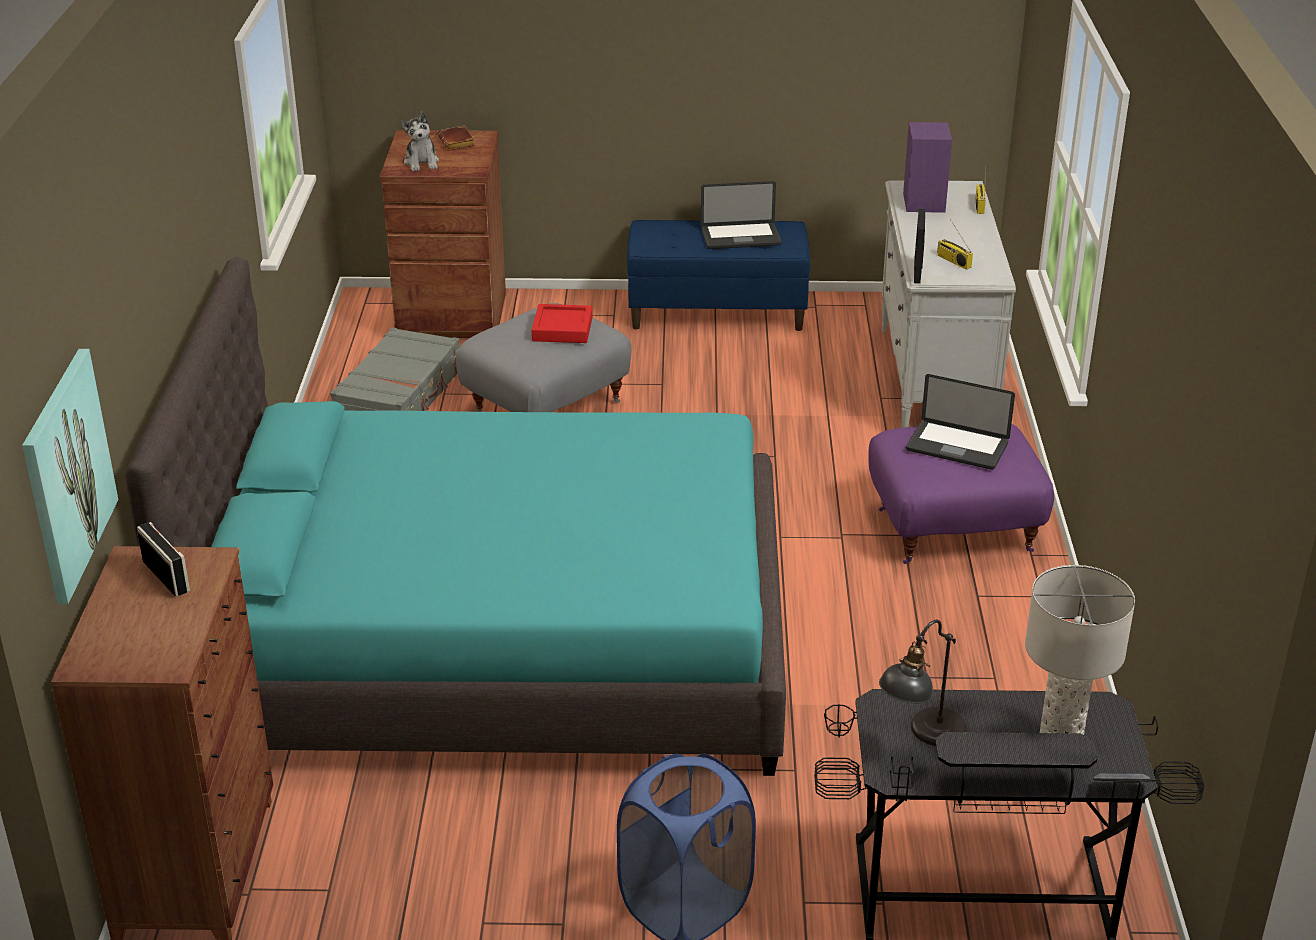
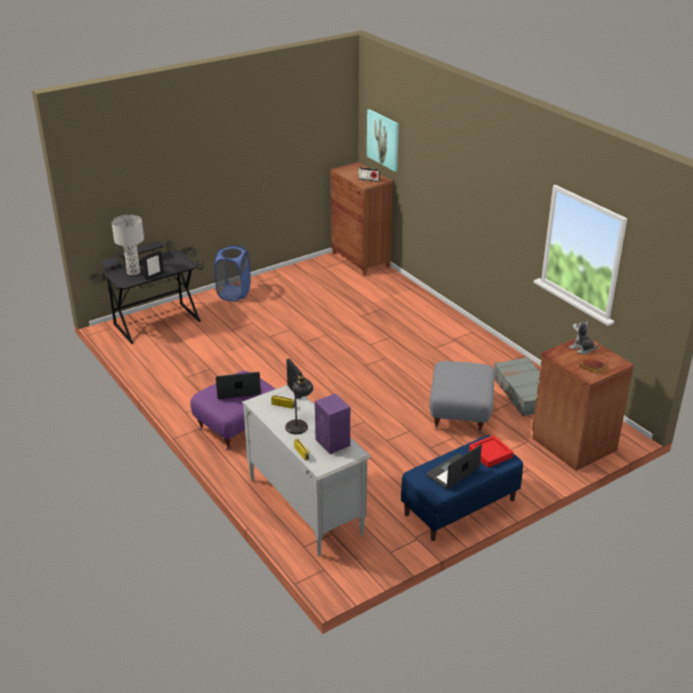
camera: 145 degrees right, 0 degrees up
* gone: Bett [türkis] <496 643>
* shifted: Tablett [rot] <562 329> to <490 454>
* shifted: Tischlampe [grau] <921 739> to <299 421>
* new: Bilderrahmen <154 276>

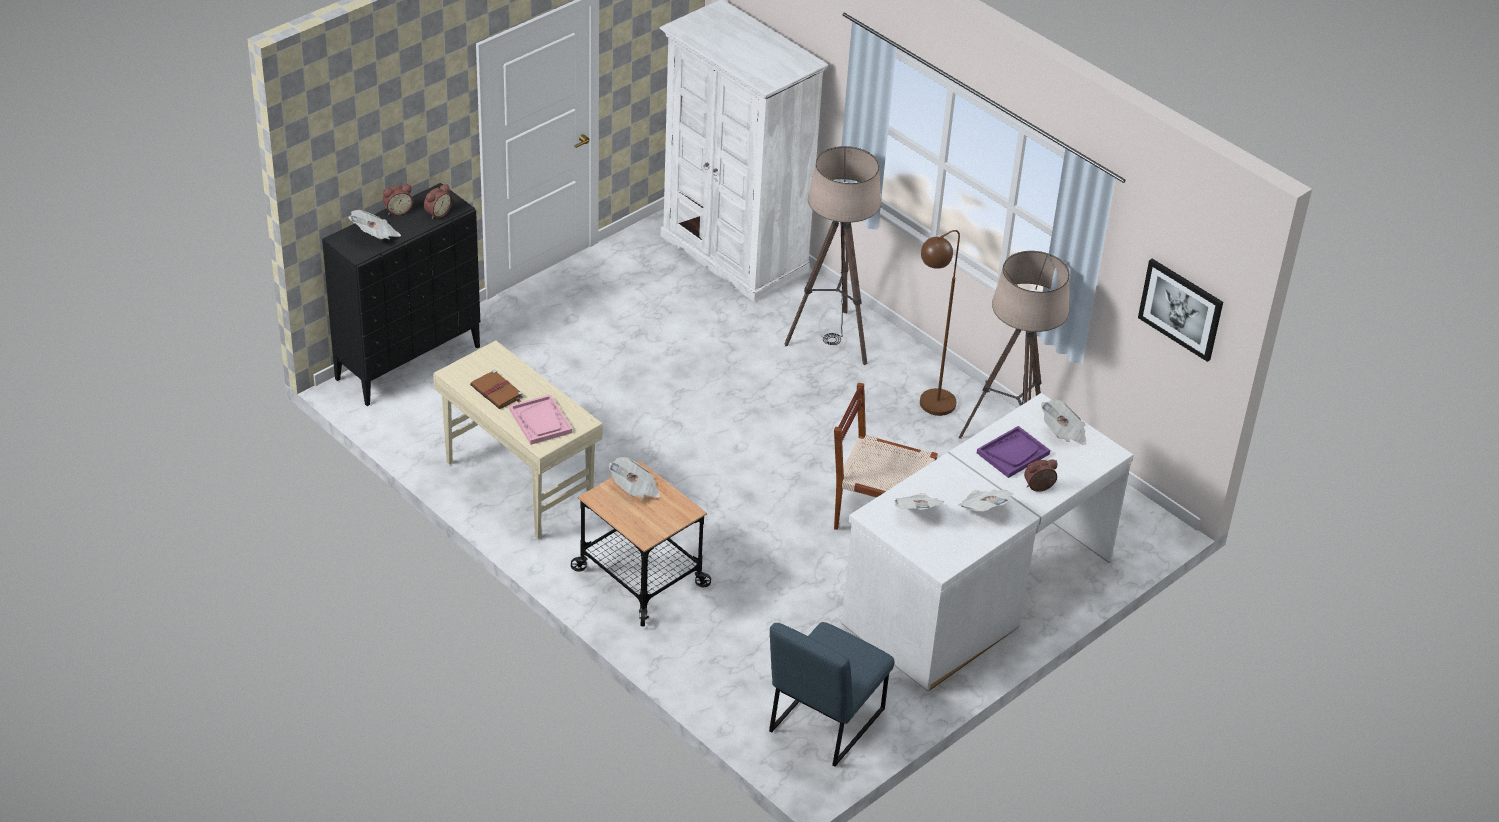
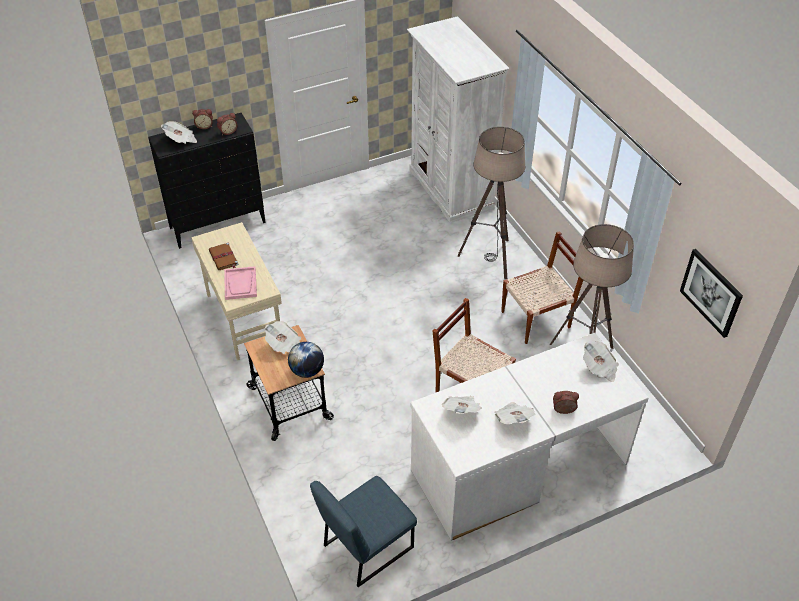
camera: 20 degrees right, 5 degrees up
* swapped: Stehlampe [braun] <929 409> to Stuhl <537 319>
* gone: Tablett [lila] <1013 453>
* new: Globus <307 371>

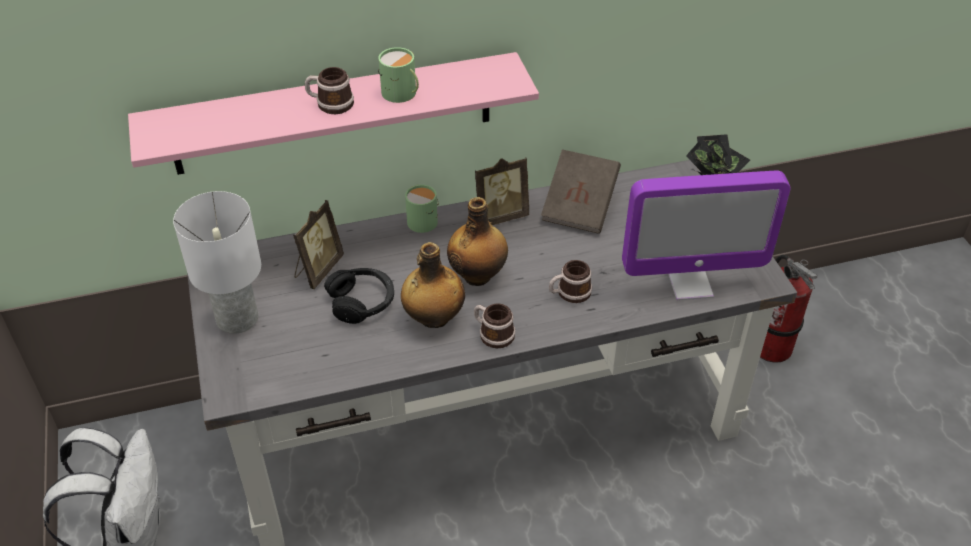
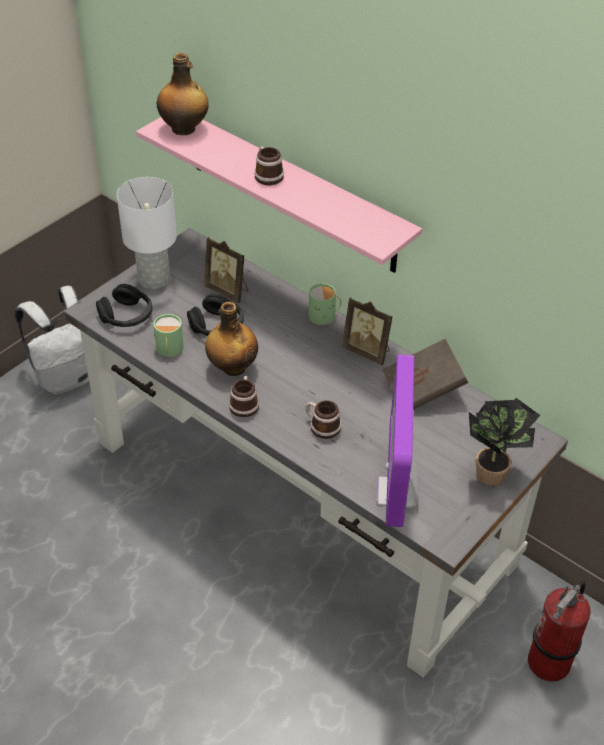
camera: 55 degrees right, 0 degrees up
* rotated: Bilderrahmen <318 269> = <228 291> 45 degrees clockwise
* shifted: Henkelbecher [grün] <401 94> to <169 349>
* shifted: Flasche <478 275> to <184 129>
* rotated: Monitor <689 284> = <397 493> 45 degrees clockwise
* new: Kopfhörer [schwarz] <127 316>

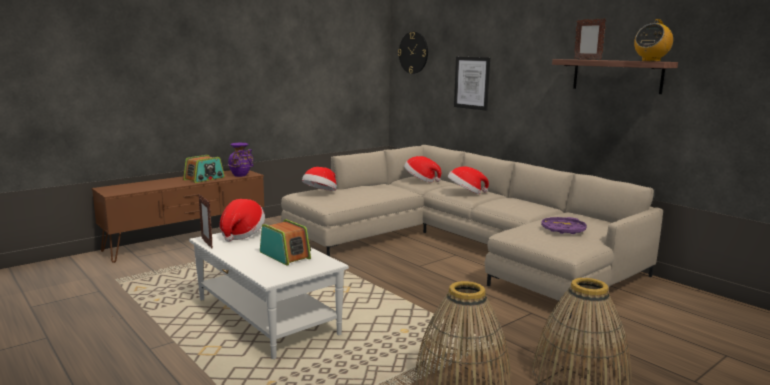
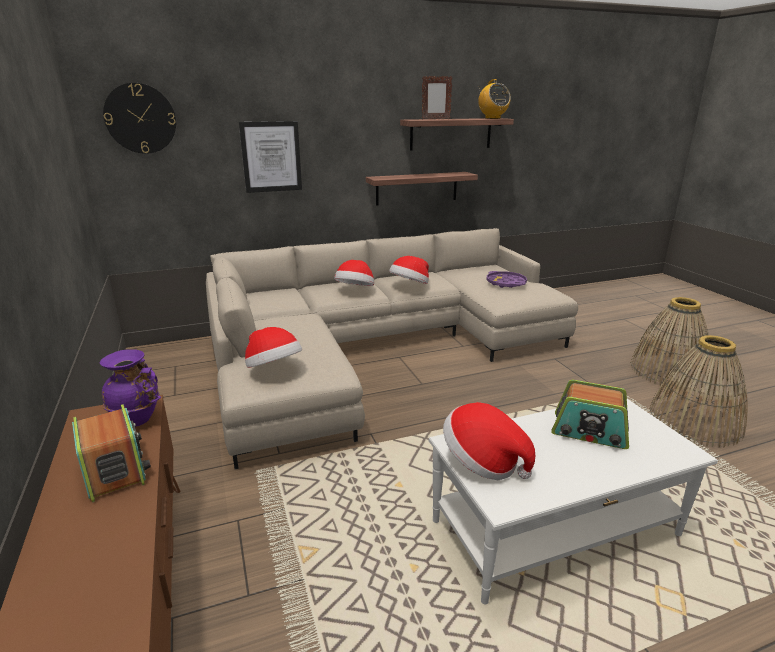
camera: 70 degrees left, 10 degrees up
* gone: Bilderrahmen <207 243>
* rotated: Radio <285 255> = <589 431> 135 degrees counterclockwise
* shifted: Hut <420 180> to <410 286>
* new: Wandregal <417 188>

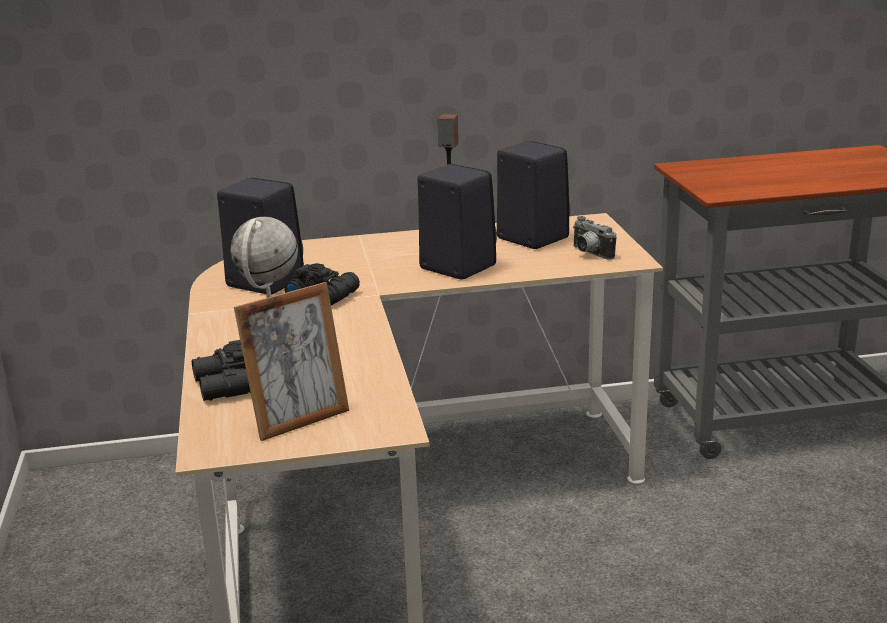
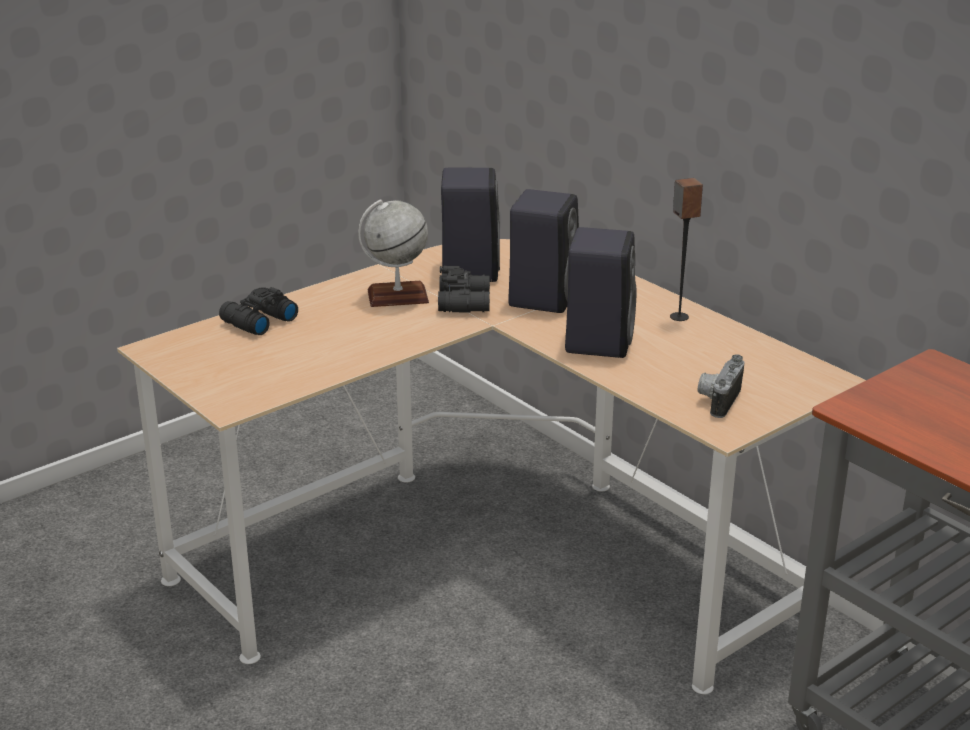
camera: 60 degrees right, 5 degrees up
* gone: Bilderrahmen <299 420>
* shifted: Lautsprecher [schwarz] <530 238> to <543 297>

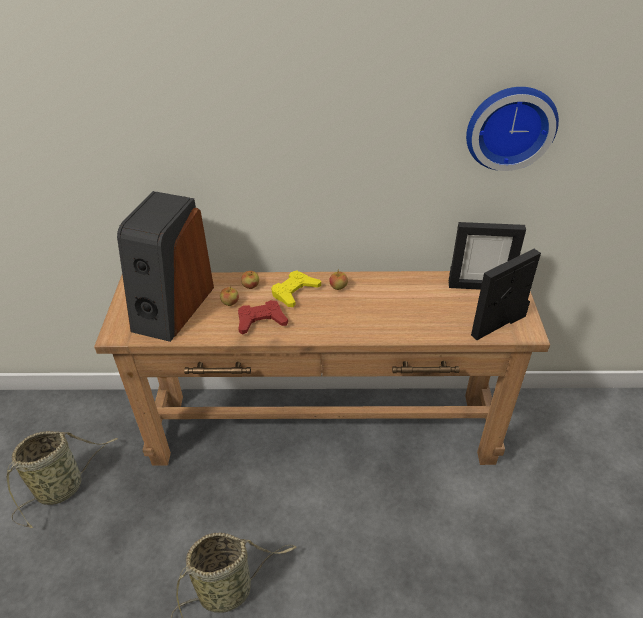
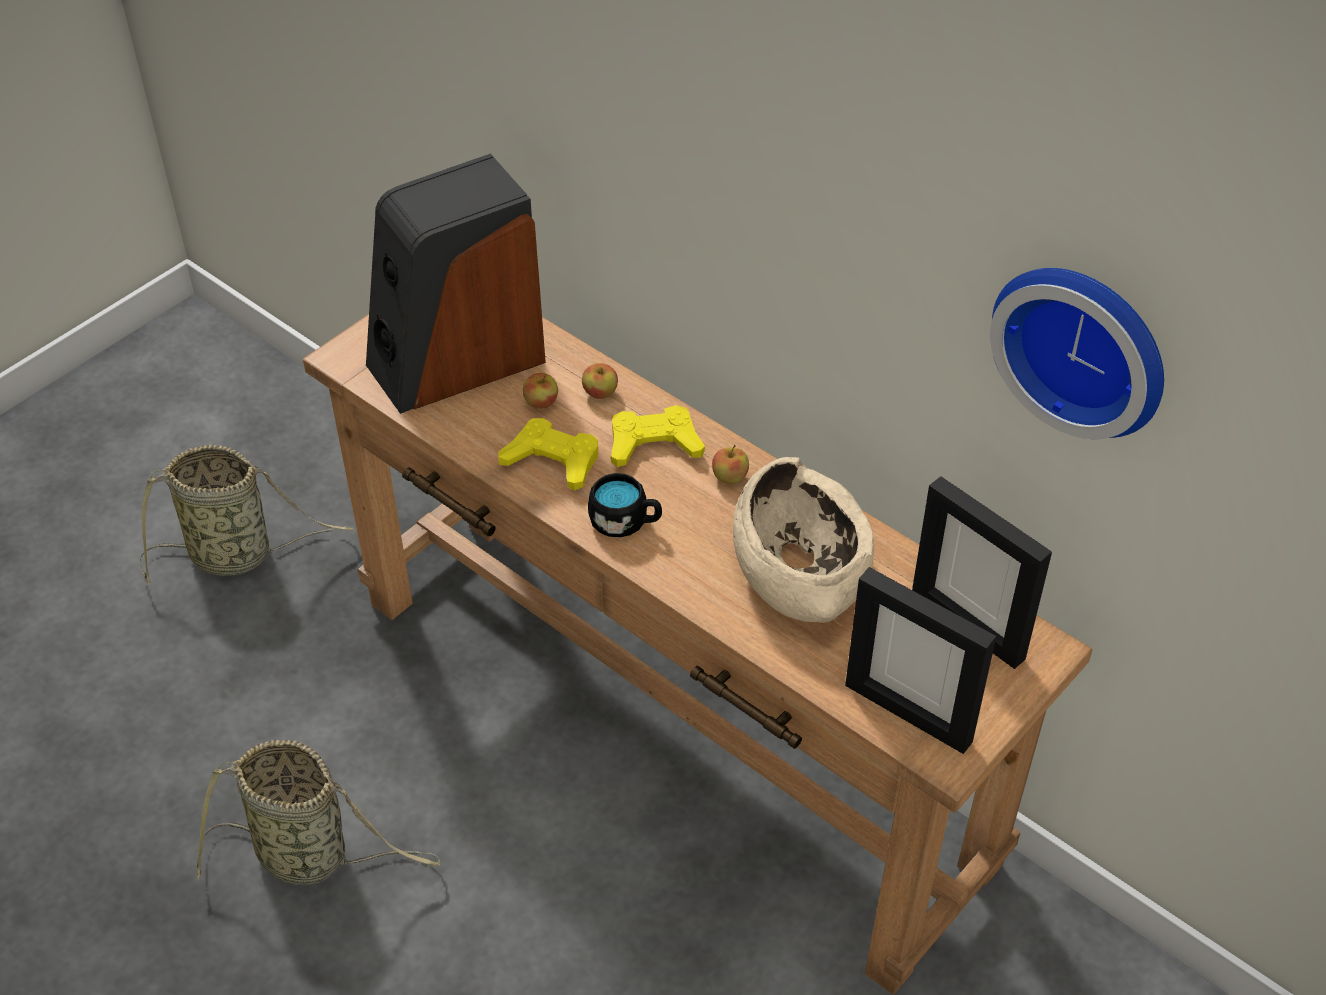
camera: 40 degrees right, 5 degrees up
* repainted: Gamepad [rot] <261 321> to Gamepad [gelb] <552 460>
* rotated: Bilderrahmen <498 325> = <909 711> 150 degrees counterclockwise
* new: Henkelbecher [schwarz] <625 522>
* new: Schüssel [beige] <798 569>

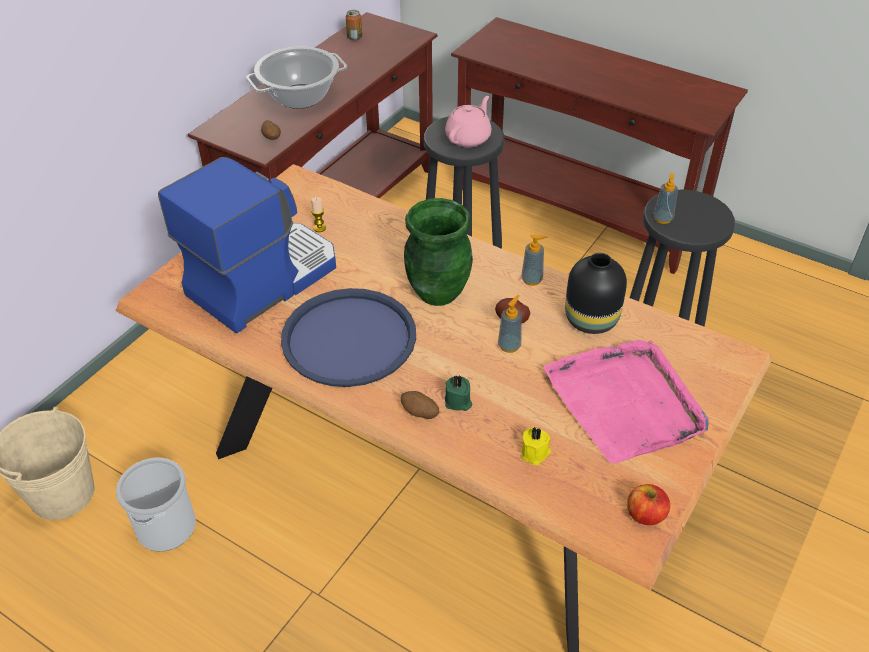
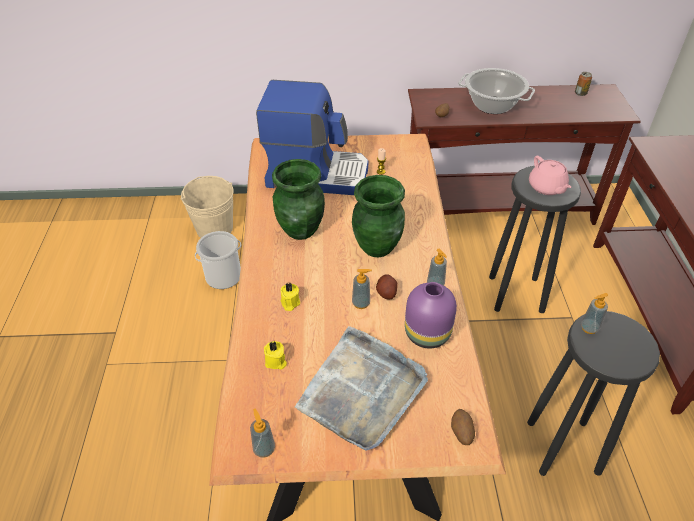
camera: 55 degrees right, 0 degrees up
* swapped: Tablett [blau] <349 338> to Vase [grün] <301 230>
* shifted: Kartoffel <419 413> to <461 433>
* rotated: Teekanne [rosa] <469 138> = <547 187> 75 degrees clockwise
* repainted: Kerze [grün] <458 402> to Kerze [gelb] <289 303>
* repainted: Tablett [rosa] <626 403> to Tablett [grau] <362 391>
* repainted: Vase [schwarz] <592 320> to Vase [lila] <427 335>
* swapped: Apfel <645 514> to Seifenspender <264 449>

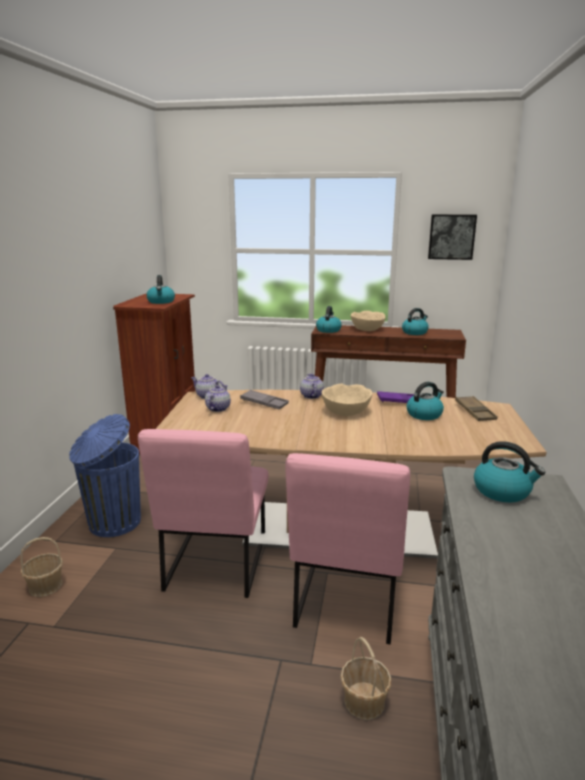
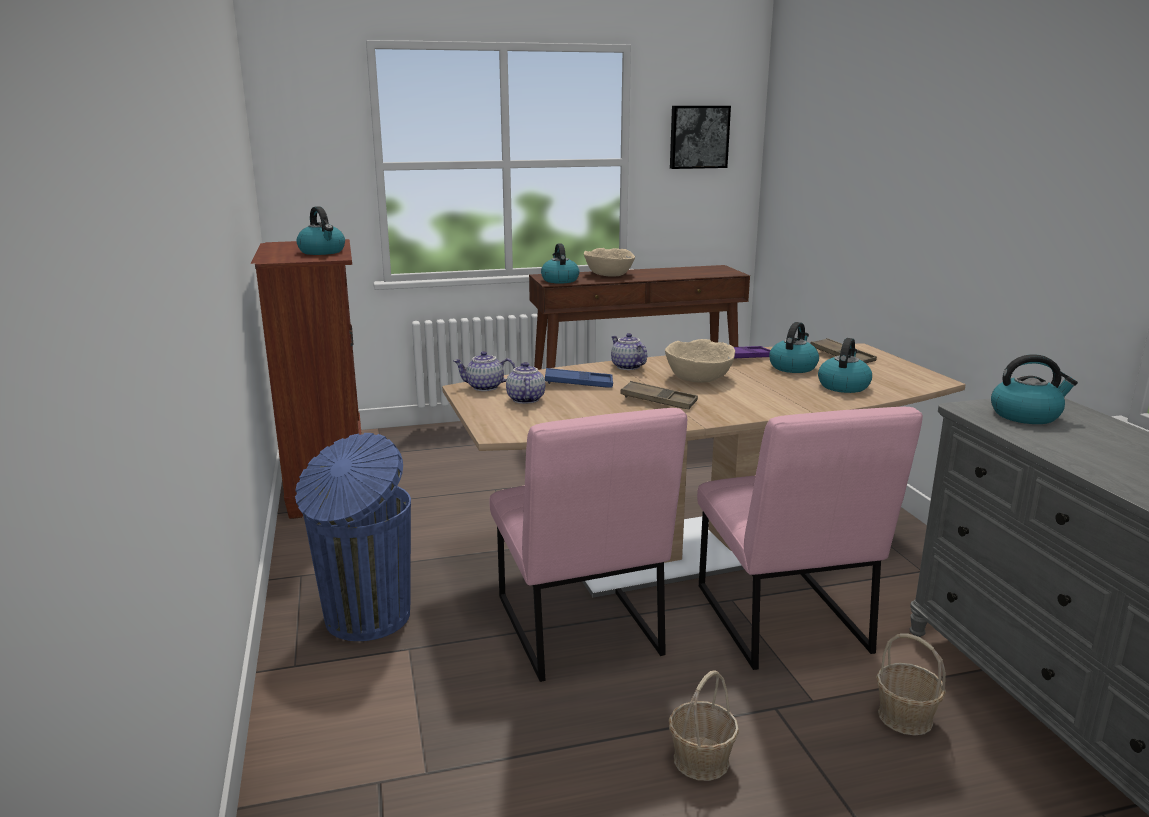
camera: 25 degrees left, 0 degrees up
* shifted: Korb <45 586> to <700 760>
* repainted: Tablett [grau] <264 403> to Tablett [blau] <578 383>
* shifted: Wasserkessel <415 332> to <843 386>
* new: Tablett [braun] <658 401>

